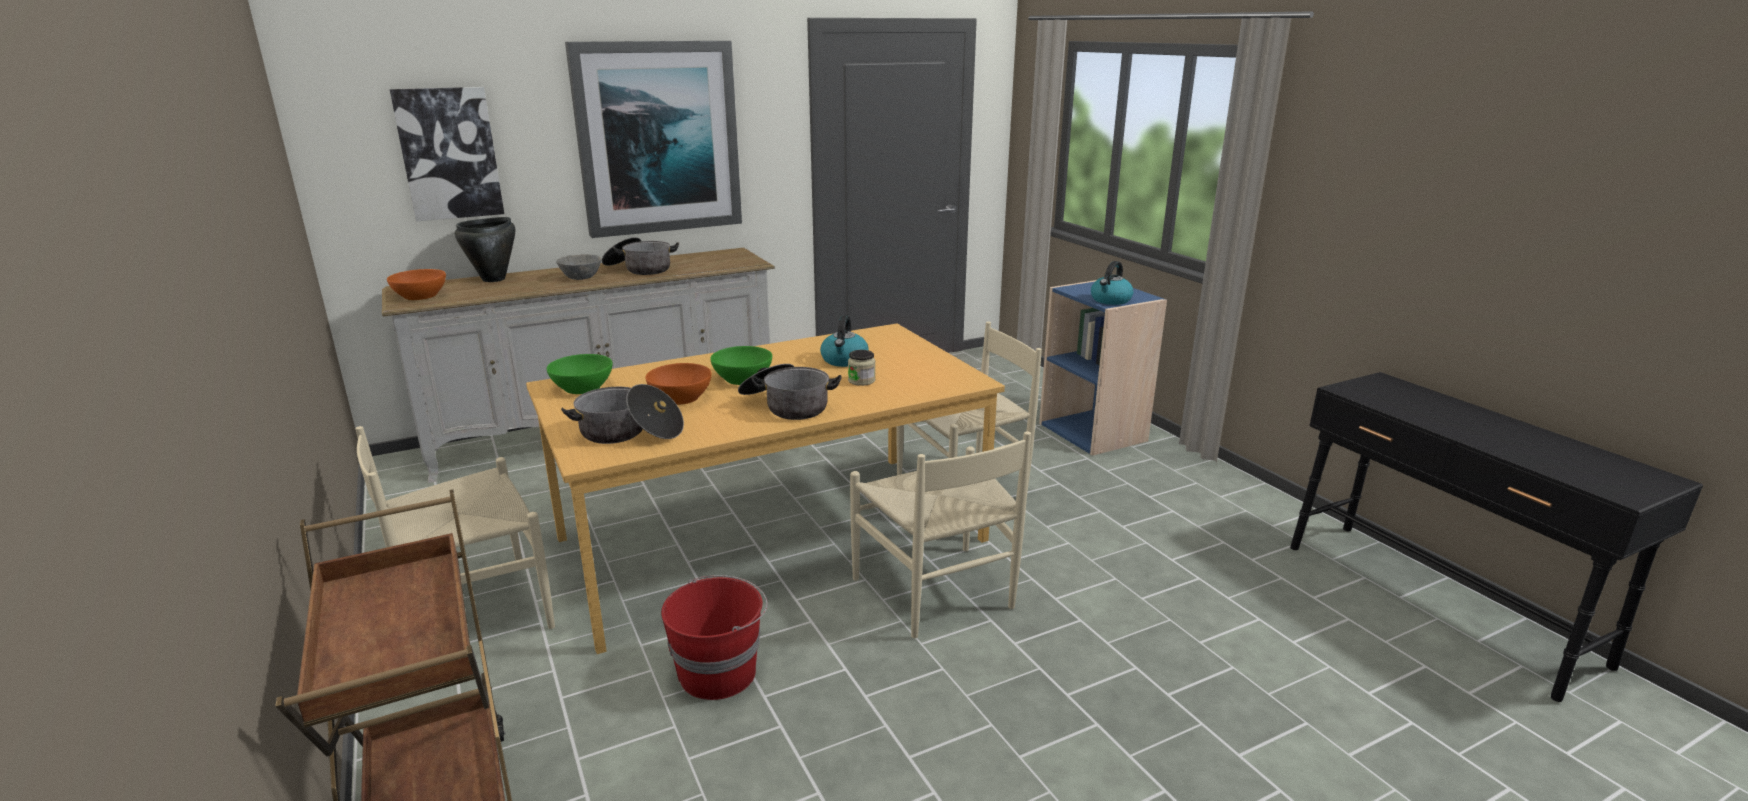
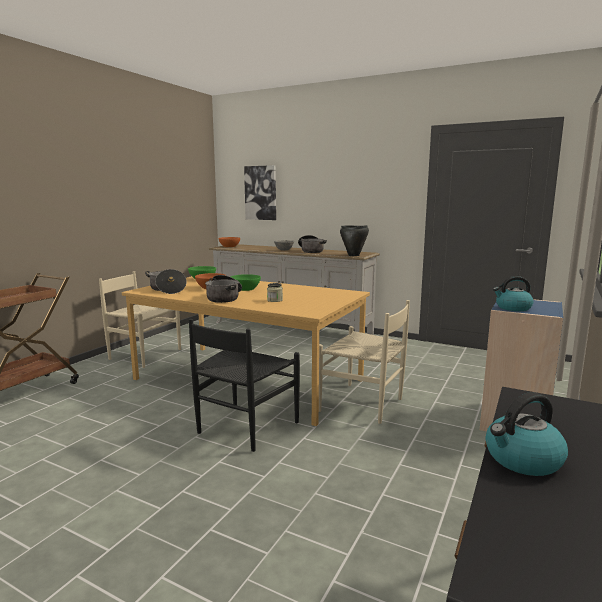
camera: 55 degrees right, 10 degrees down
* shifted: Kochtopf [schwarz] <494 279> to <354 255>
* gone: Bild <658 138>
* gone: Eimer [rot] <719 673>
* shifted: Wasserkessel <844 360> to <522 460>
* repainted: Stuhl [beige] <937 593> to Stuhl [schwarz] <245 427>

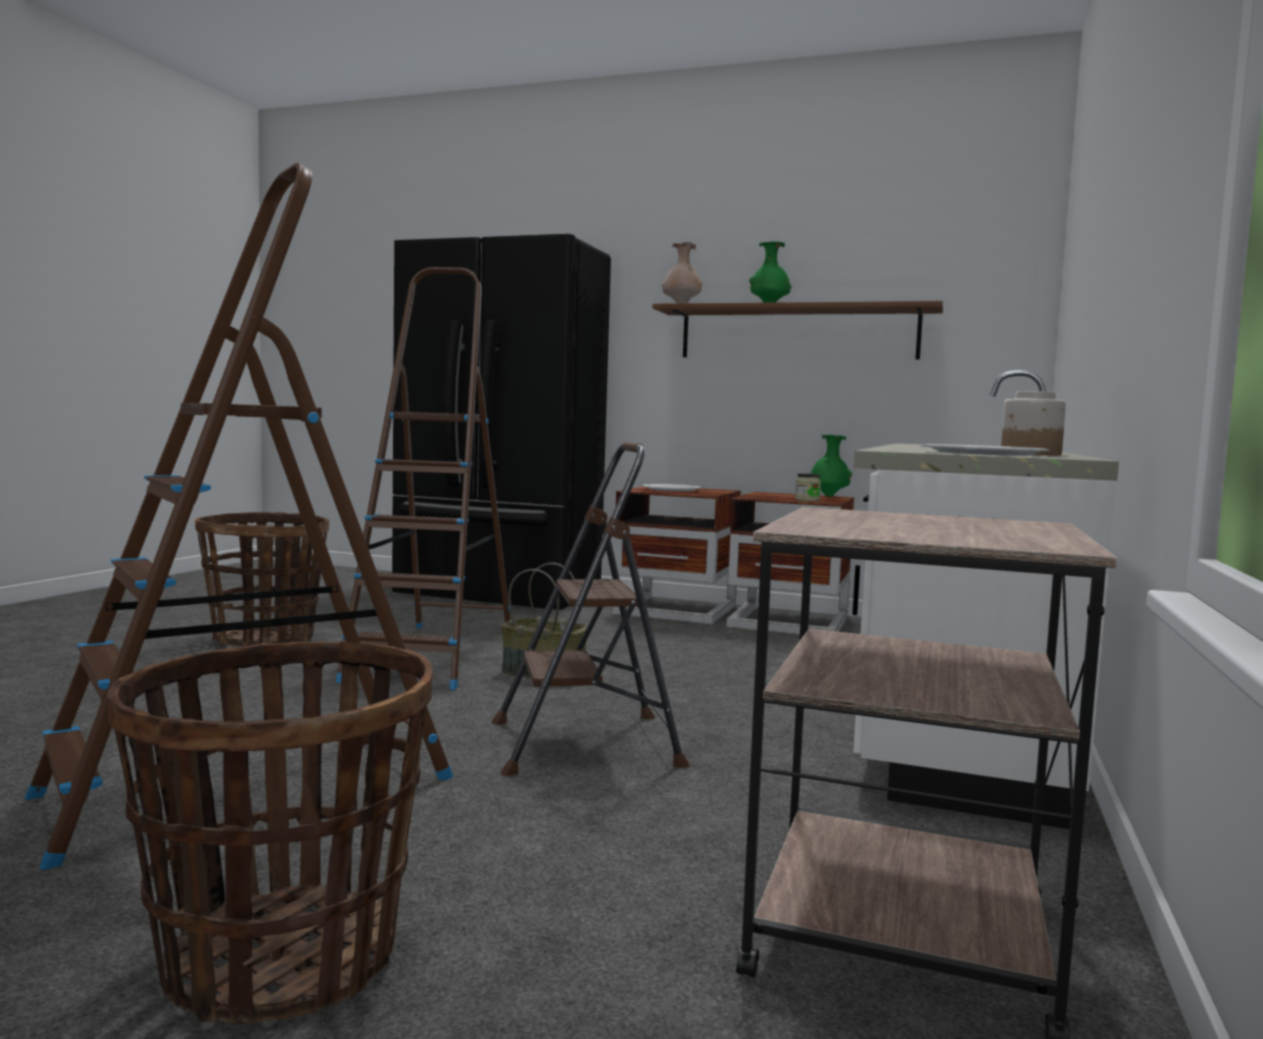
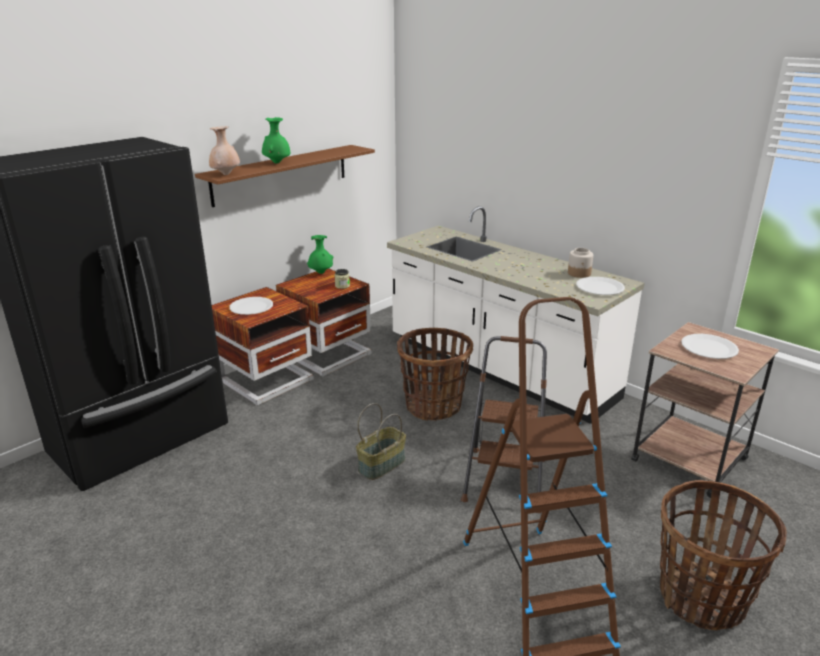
camera: 65 degrees left, 20 degrees up
* shifted: Korb <265 639> to <433 406>
* gone: Trittleiter [braun] <434 654>
* new: Teller [weiß] <709 348>

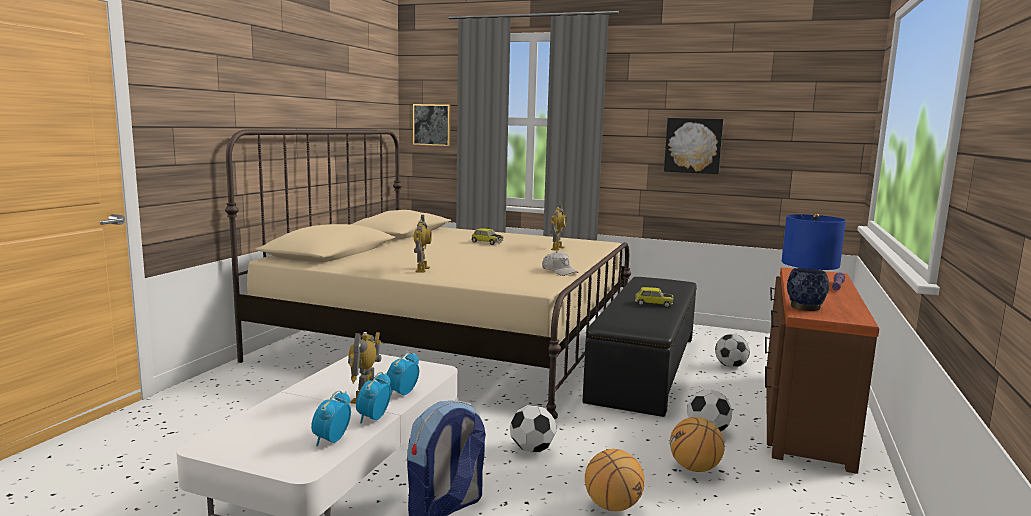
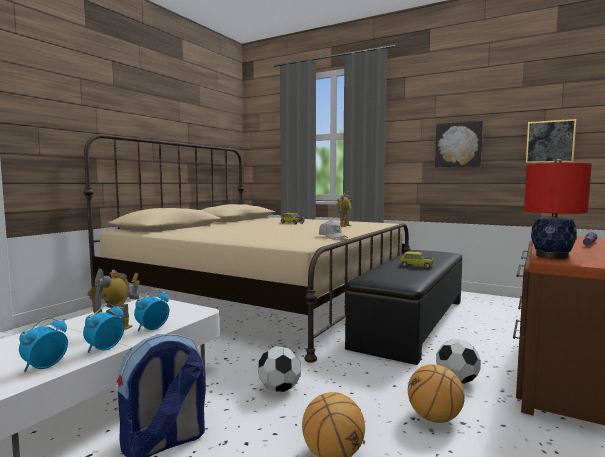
camera: 10 degrees right, 5 degrees down
* shifted: Bild <432 124> to <550 141>
* gone: Spielzeugroboter <421 269>
* gone: Fußball <731 366>
* repainted: Tischlampe [blau] <805 307> to Tischlampe [rot] <552 256>

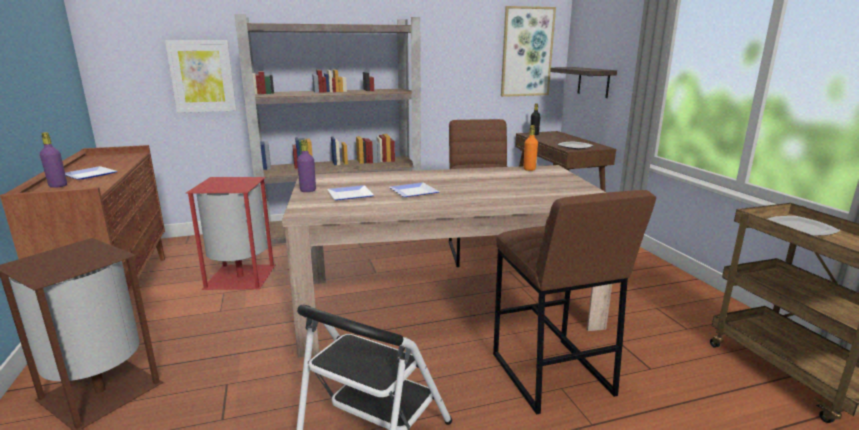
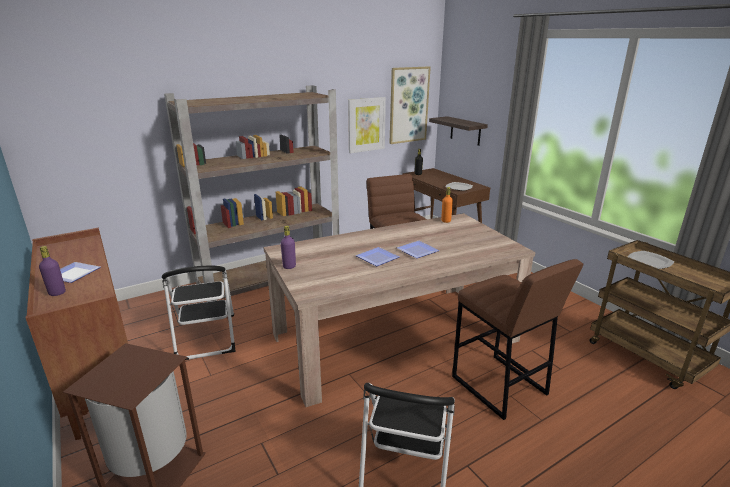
camera: 15 degrees left, 5 degrees up
* shifted: Bild <202 76> to <366 125>
* swapped: Mülleimer [rot] <239 277> to Trittleiter <206 338>
* shifted: Teller <351 194> to <417 250>

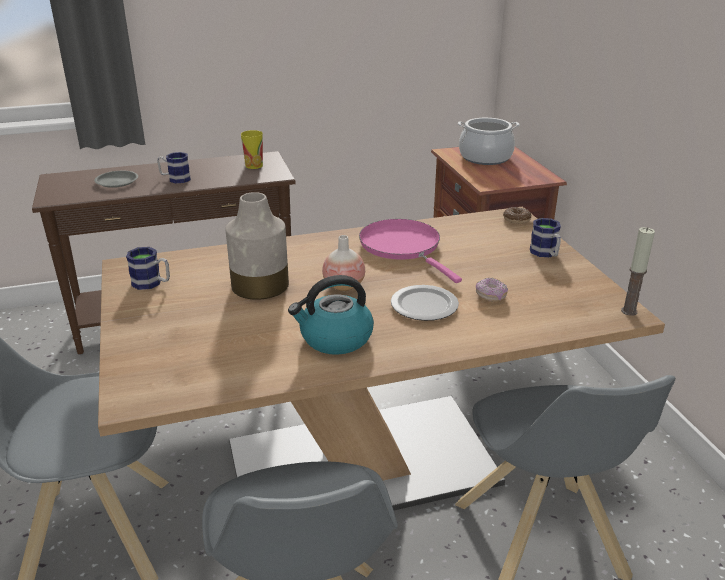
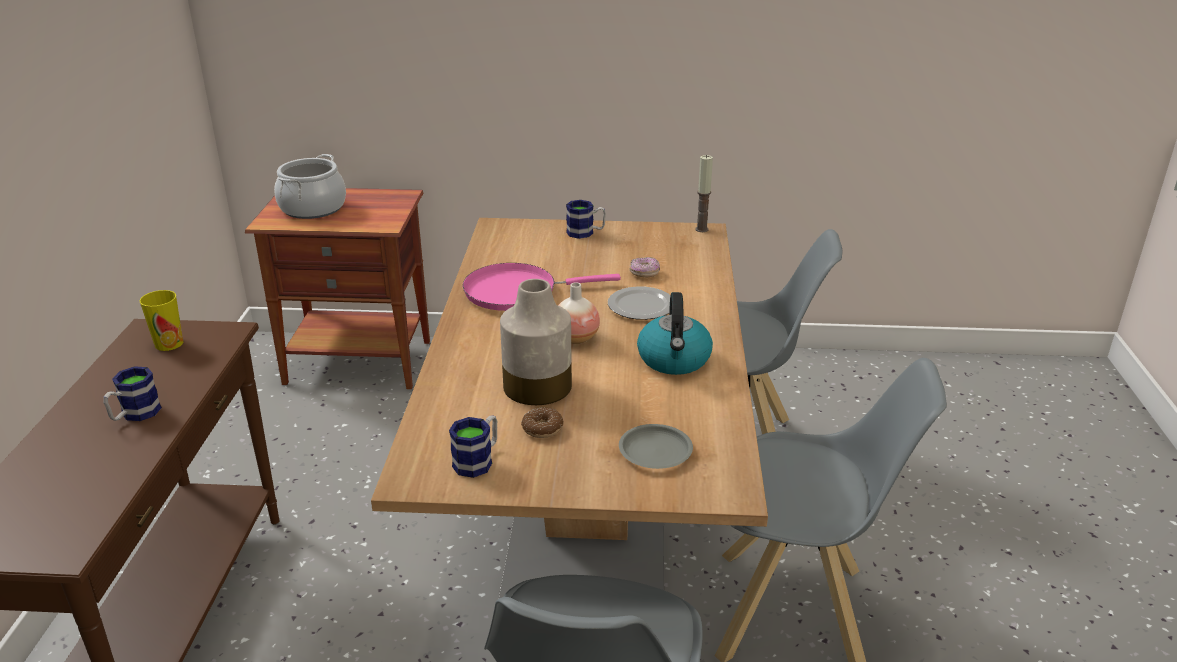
camera: 70 degrees left, 0 degrees up
* shifted: Teller [grau] <116 182> to <654 451>
* shifted: Donut <516 219> to <542 428>

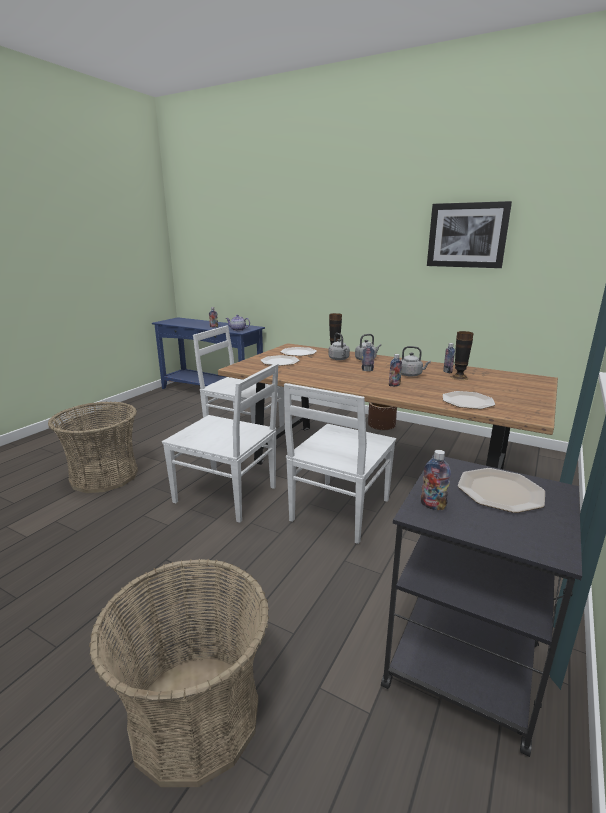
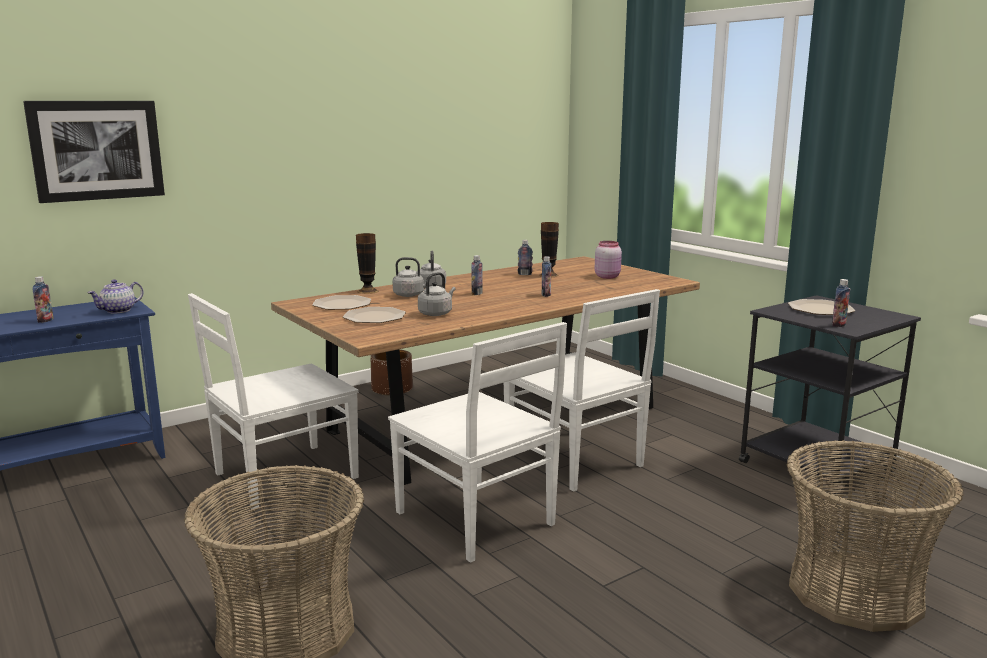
camera: 65 degrees left, 5 degrees down
* rotated: Stuhl [weiß] <227 495> = <476 520> 90 degrees clockwise
* shifted: Wasserkessel [grau] <411 375> to <436 313>
* shifted: Bild <467 235> to <97 150>
* gone: Teller <467 401>
* new: Vorratsglas [rosa] <607 276>

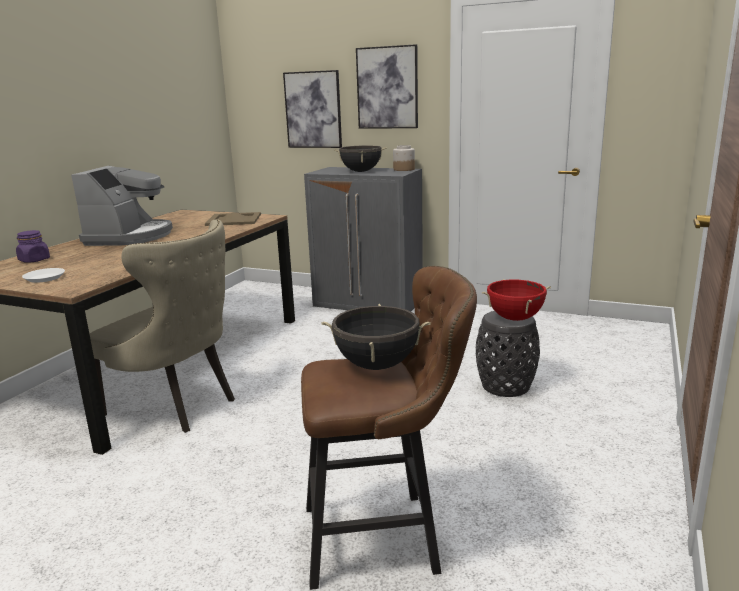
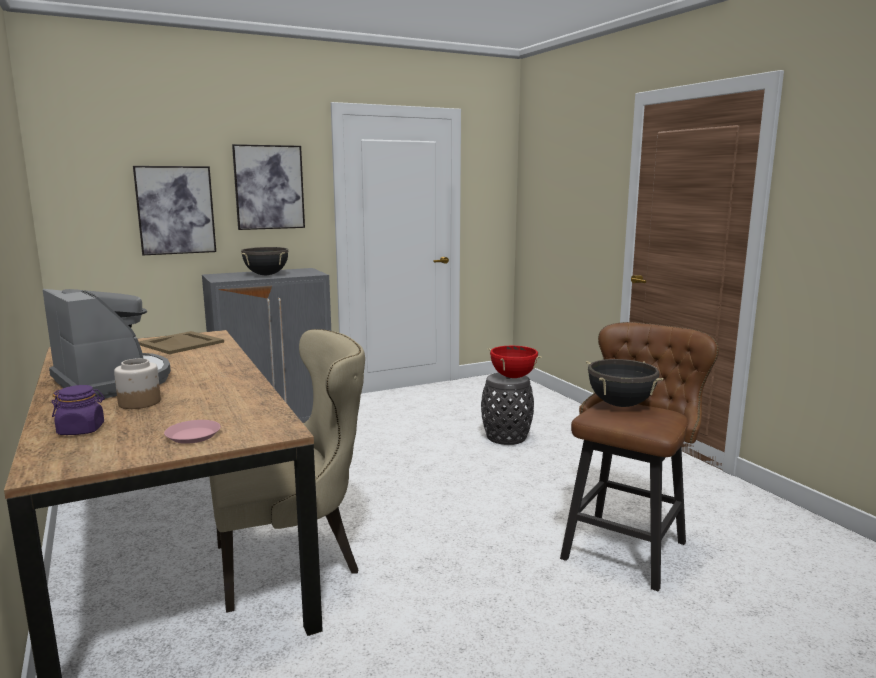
camera: 50 degrees left, 5 degrees down
* repainted: Teller [weiß] <44 278> to Teller [rosa] <193 435>
* shifted: Vorratsglas <403 169> to <139 403>

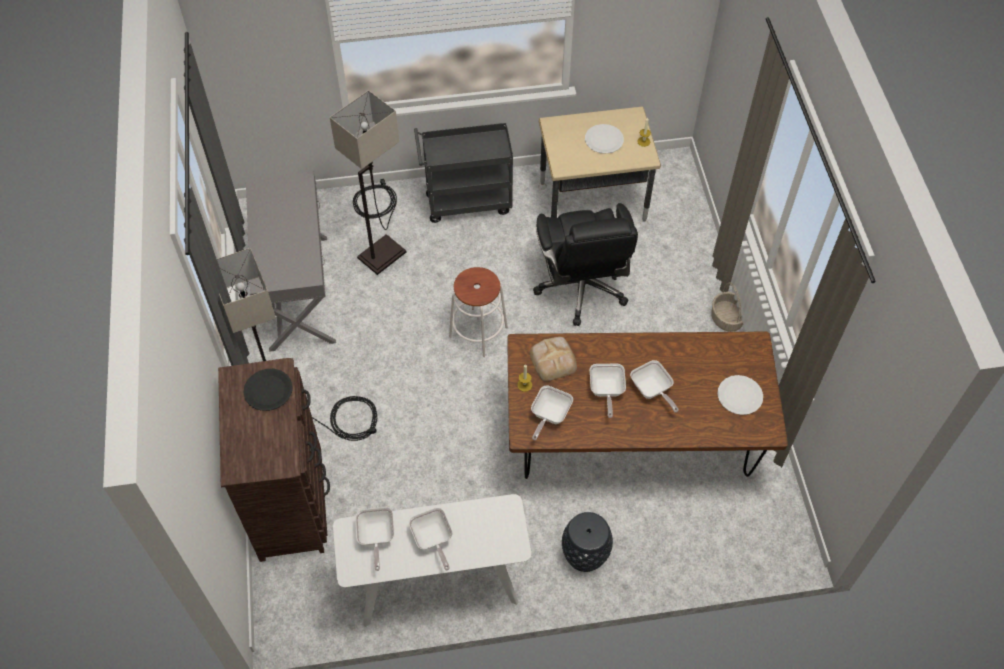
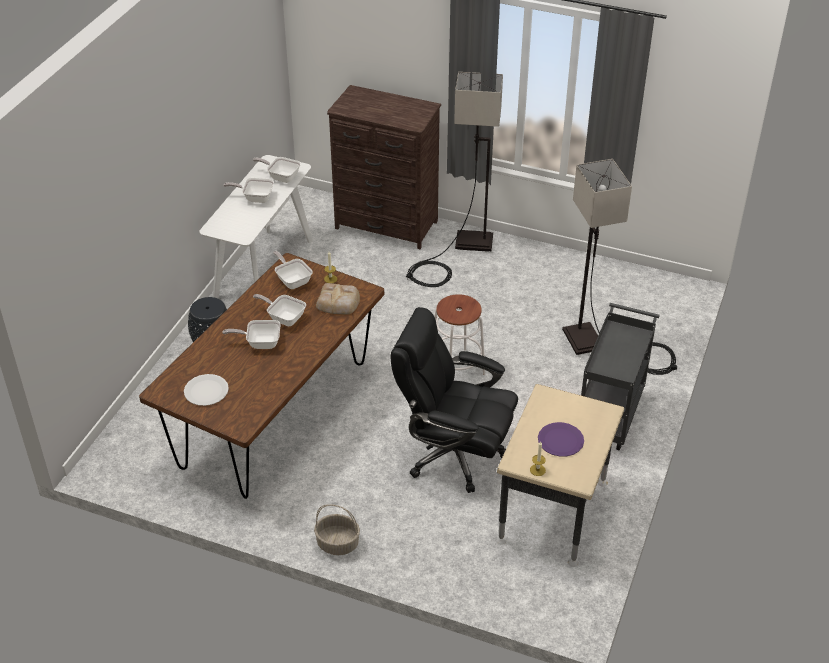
camera: 120 degrees right, 15 degrees down
* gone: Teller [schwarz] <268 390>
* gone: Konsolentisch [grau] <298 292>
* repainted: Teller [weiß] <604 139> to Teller [lila] <560 440>

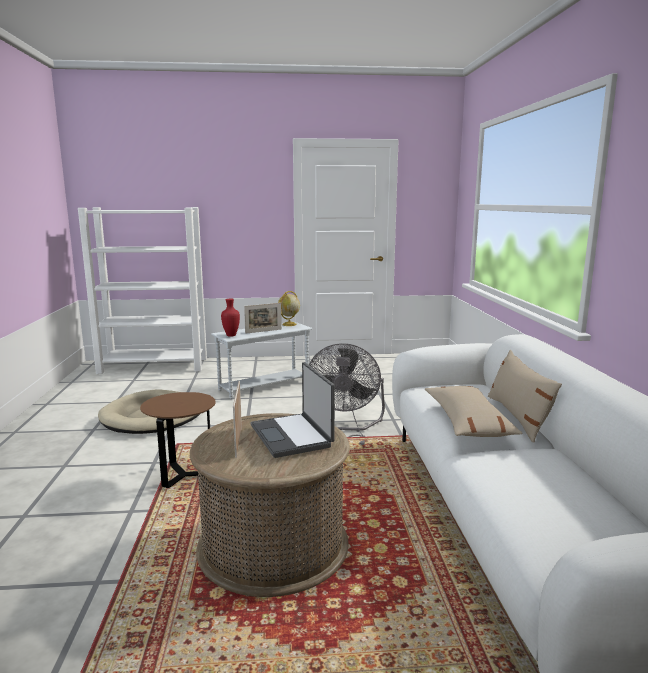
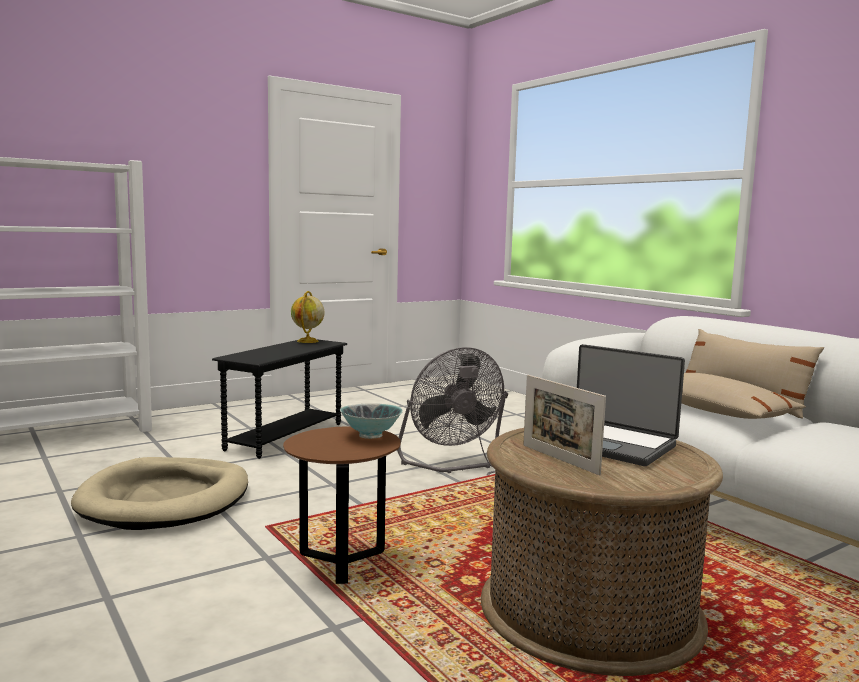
camera: 30 degrees left, 5 degrees down
* repainted: Beistelltisch [weiß] <264 386> to Beistelltisch [schwarz] <284 437>
* gone: Vase [rot] <231 335>
* gone: Bilderrahmen <263 331>
* new: Schüssel <371 436>

